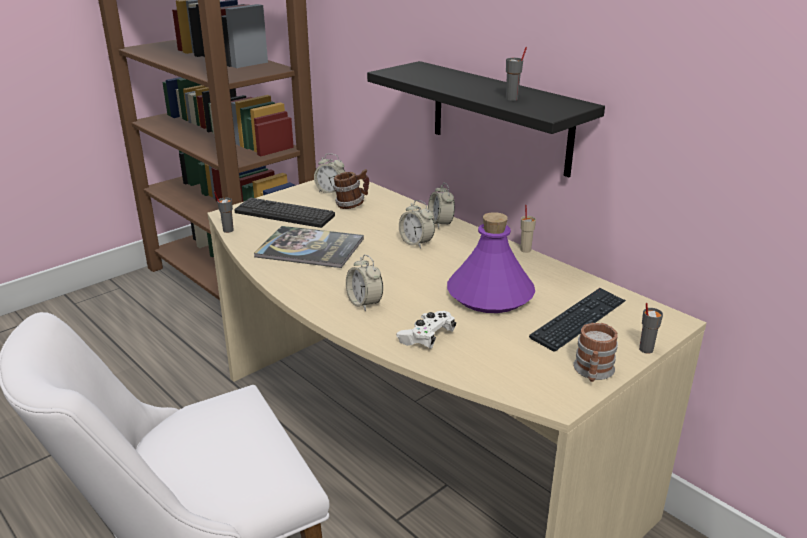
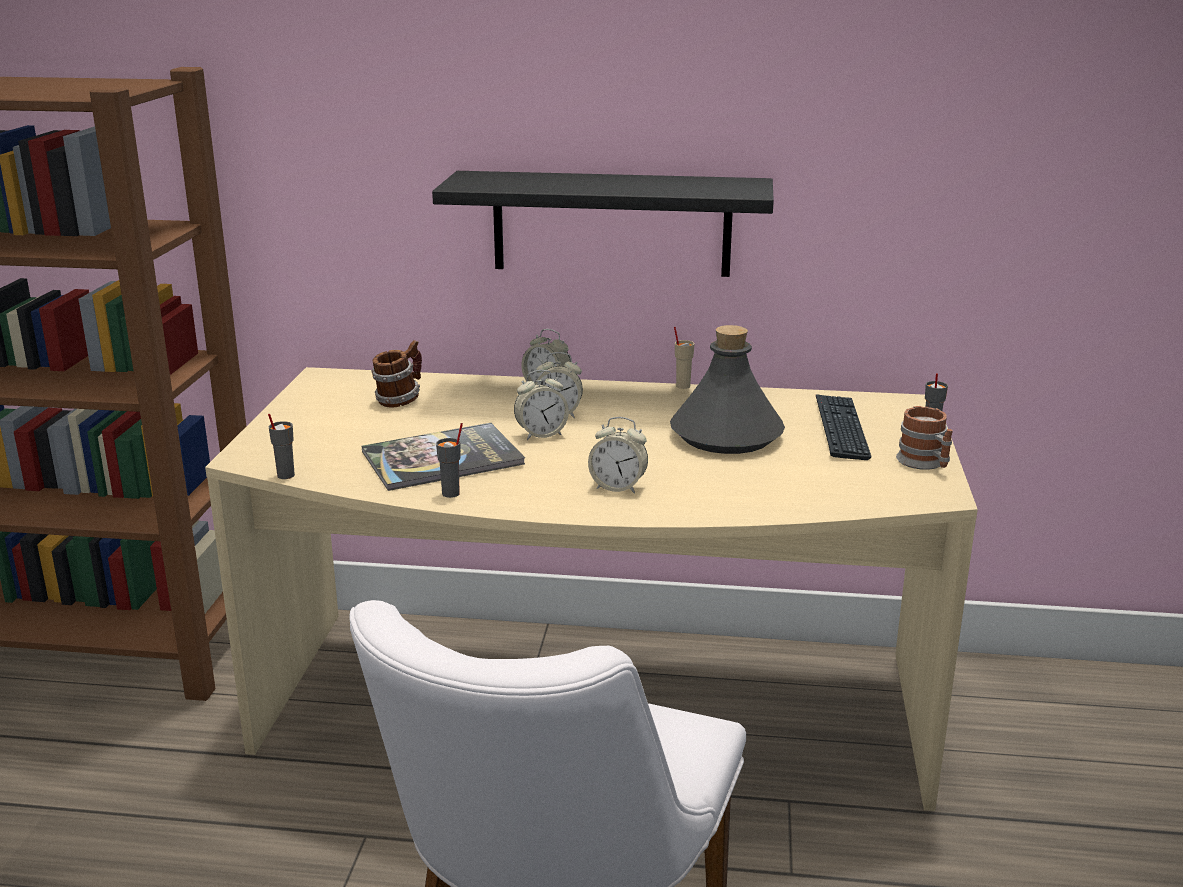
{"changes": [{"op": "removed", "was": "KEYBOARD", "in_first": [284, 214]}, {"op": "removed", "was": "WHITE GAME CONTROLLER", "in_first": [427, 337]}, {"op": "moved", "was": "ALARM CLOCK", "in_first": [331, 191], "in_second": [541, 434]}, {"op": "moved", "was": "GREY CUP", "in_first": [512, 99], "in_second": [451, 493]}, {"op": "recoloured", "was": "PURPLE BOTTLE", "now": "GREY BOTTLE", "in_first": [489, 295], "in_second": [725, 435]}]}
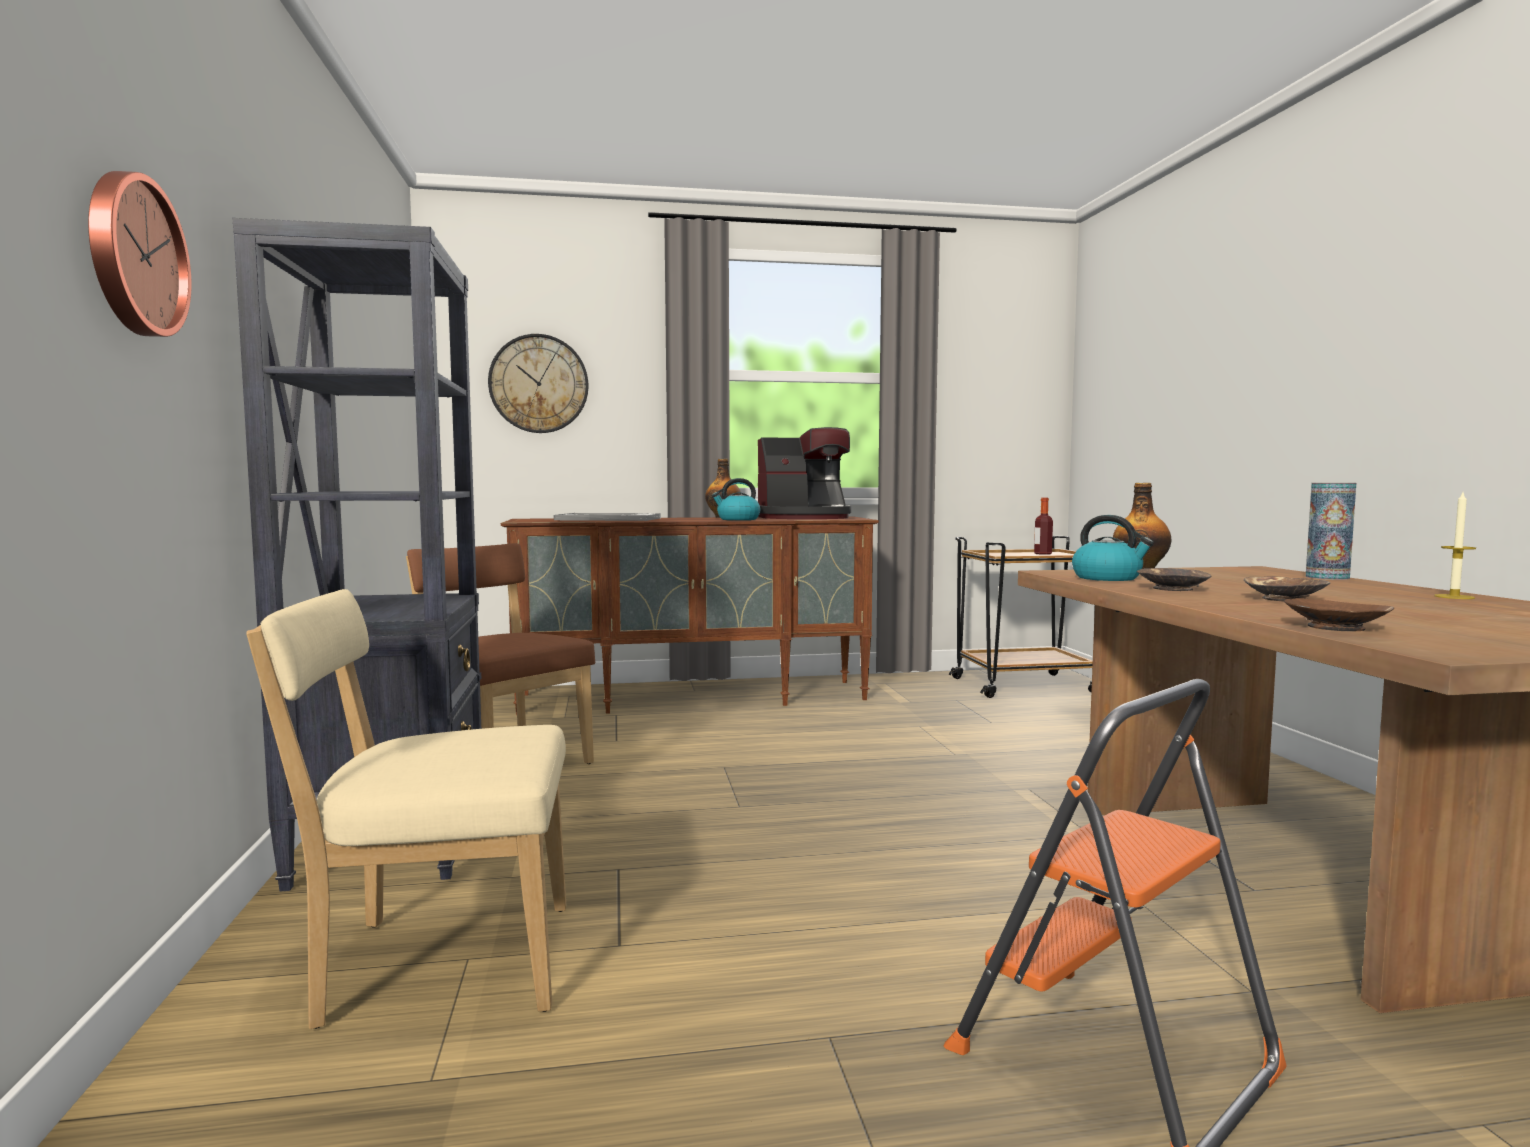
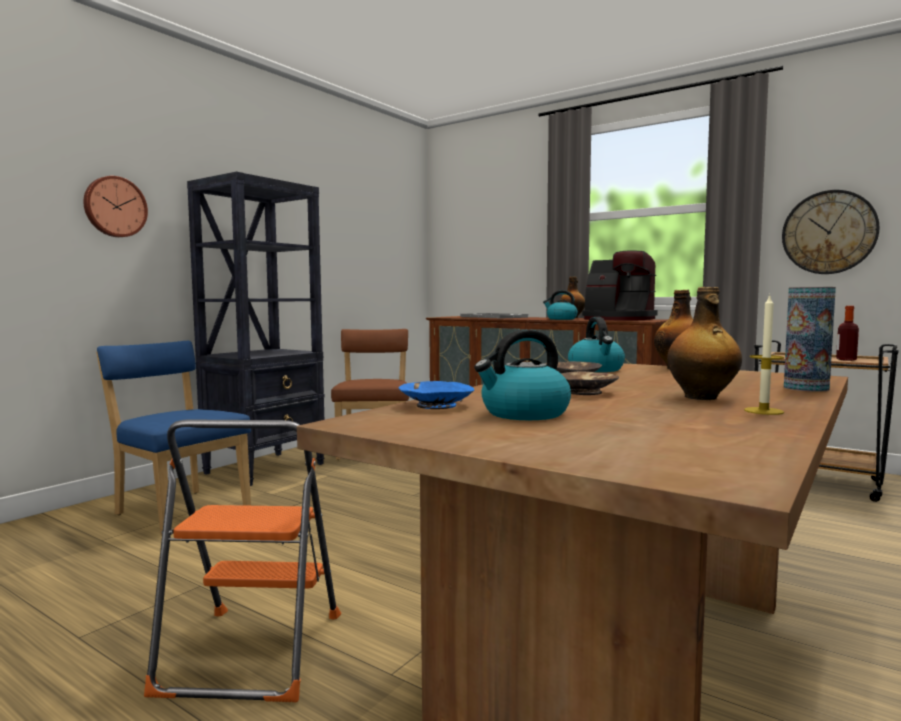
{"changes": [{"op": "added", "now": "KETTLE", "in_second": [524, 414]}, {"op": "added", "now": "BOTTLE", "in_second": [701, 397]}, {"op": "moved", "was": "WALL CLOCK", "in_first": [539, 384], "in_second": [829, 232]}, {"op": "recoloured", "was": "BEIGE CHAIR", "now": "BLUE CHAIR", "in_first": [437, 964], "in_second": [179, 510]}, {"op": "recoloured", "was": "BROWN BOWL", "now": "BLUE BOWL", "in_first": [1336, 627], "in_second": [435, 405]}]}
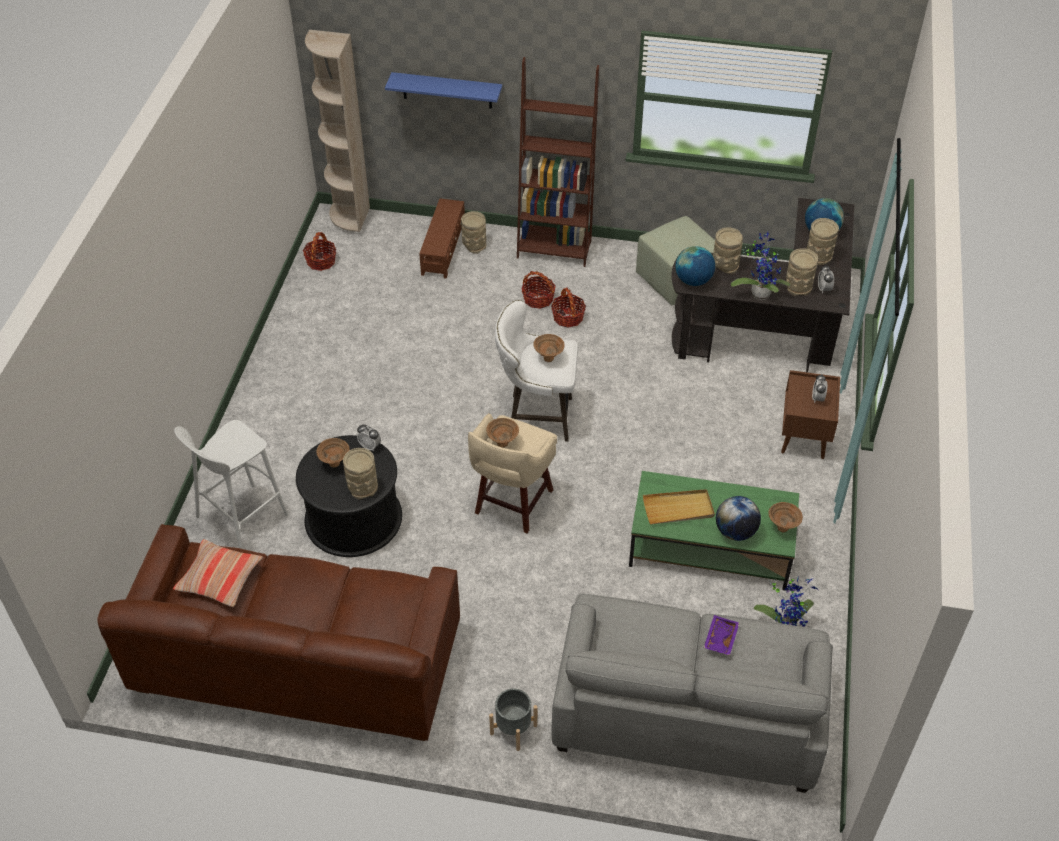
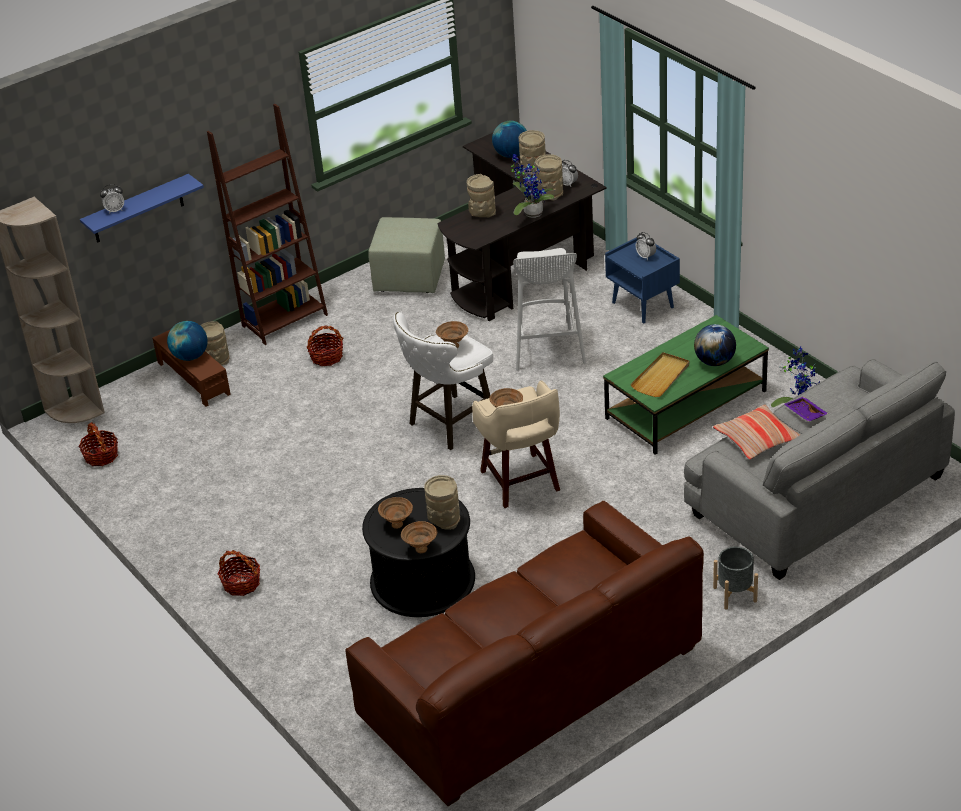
{"changes": [{"op": "moved", "was": "PILLOW", "in_first": [219, 578], "in_second": [756, 439]}, {"op": "moved", "was": "WHITE STOOL", "in_first": [242, 519], "in_second": [548, 350]}, {"op": "moved", "was": "ALARM CLOCK", "in_first": [370, 446], "in_second": [115, 210]}, {"op": "moved", "was": "BASKET", "in_first": [568, 317], "in_second": [241, 584]}, {"op": "moved", "was": "GLOBE", "in_first": [693, 280], "in_second": [190, 356]}, {"op": "moved", "was": "BROWN BOWL", "in_first": [782, 527], "in_second": [420, 549]}, {"op": "recoloured", "was": "BROWN NIGHTSTAND", "now": "BLUE NIGHTSTAND", "in_first": [804, 438], "in_second": [643, 305]}]}
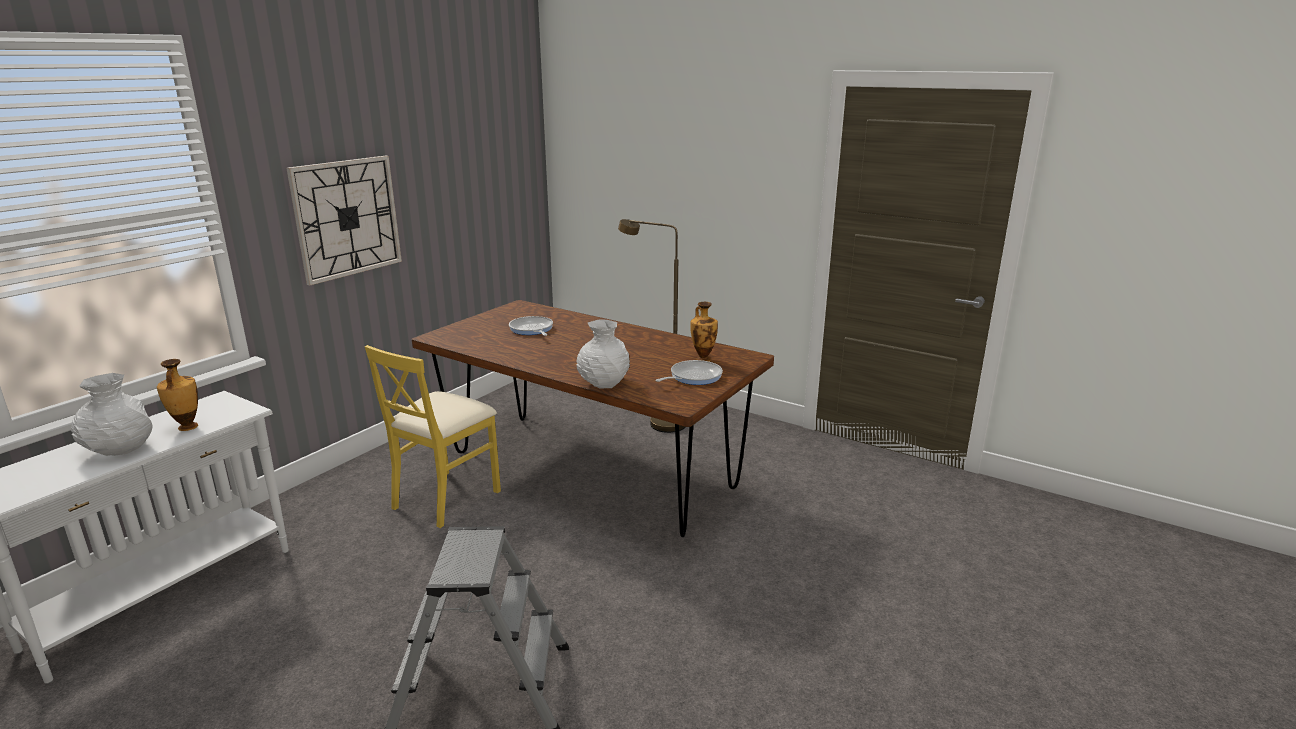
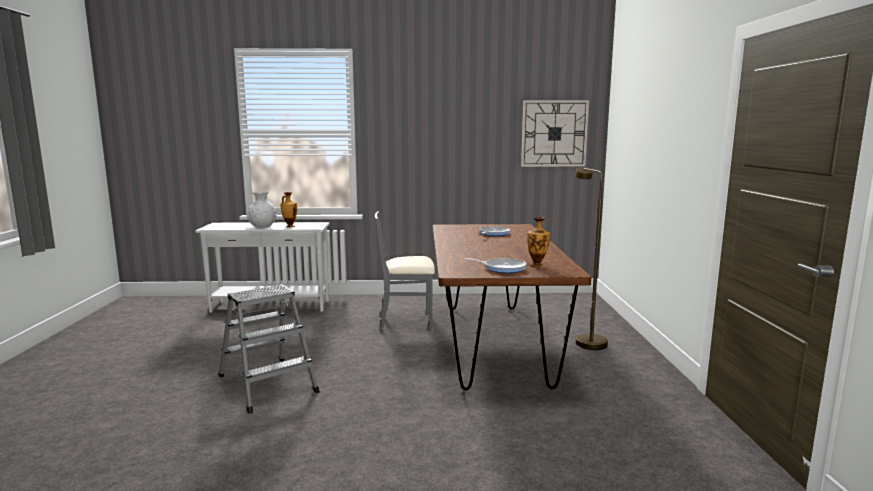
{"changes": [{"op": "removed", "was": "WHITE VASE", "in_first": [603, 382]}, {"op": "moved", "was": "WALL CLOCK", "in_first": [347, 218], "in_second": [554, 133]}, {"op": "recoloured", "was": "YELLOW CHAIR", "now": "GREY CHAIR", "in_first": [446, 498], "in_second": [406, 321]}]}
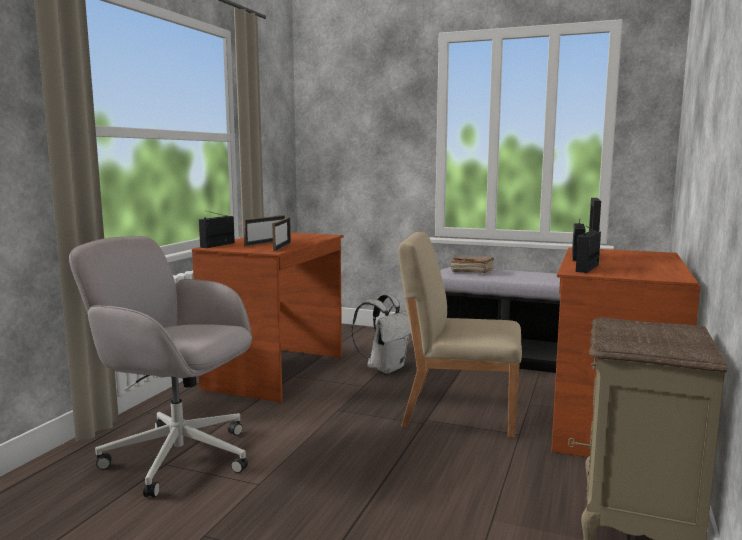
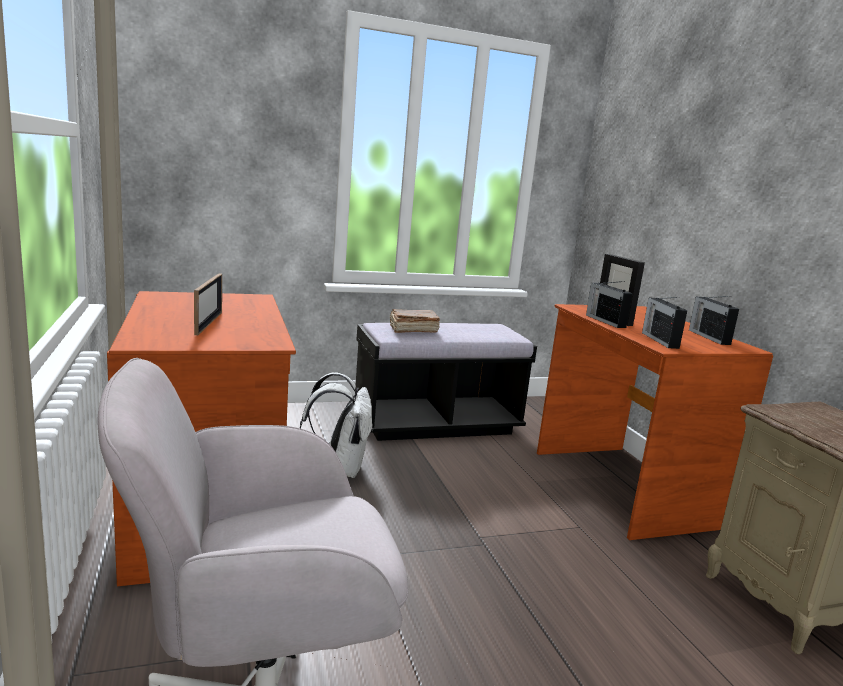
{"changes": [{"op": "removed", "was": "PICTURE FRAME", "in_first": [282, 247]}, {"op": "removed", "was": "BEIGE CHAIR", "in_first": [458, 411]}, {"op": "moved", "was": "RADIO", "in_first": [218, 245], "in_second": [708, 337]}]}
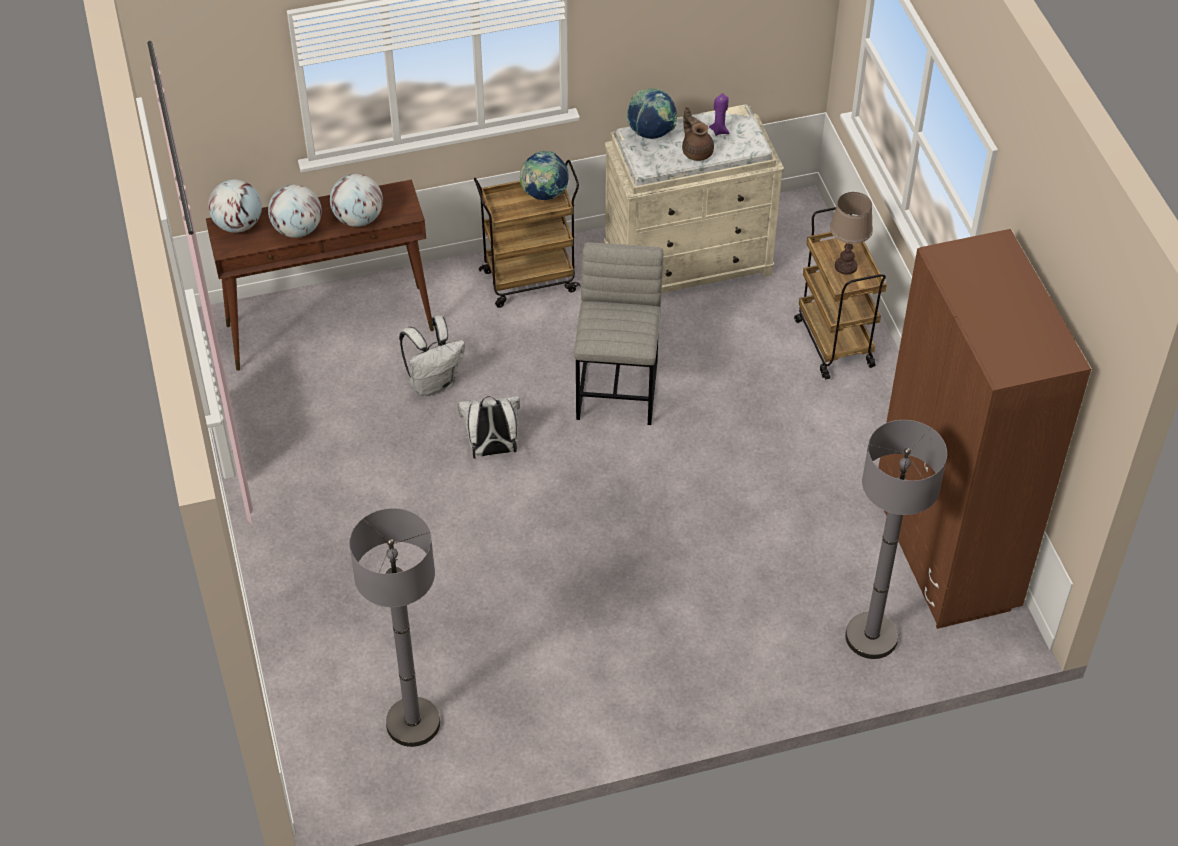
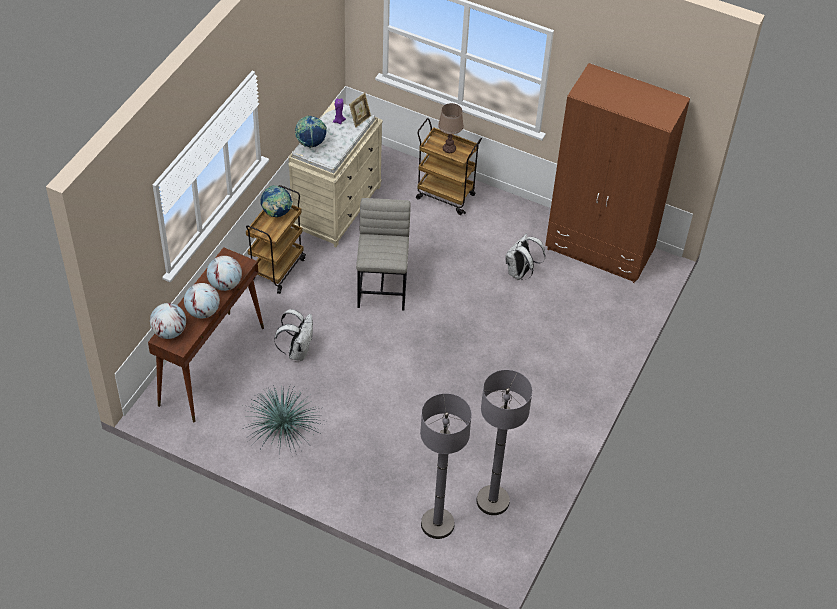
{"changes": [{"op": "removed", "was": "BROWN TEAPOT", "in_first": [696, 151]}, {"op": "added", "now": "POTTED PLANT", "in_second": [282, 427]}, {"op": "added", "now": "PICTURE FRAME", "in_second": [360, 119]}, {"op": "moved", "was": "WHITE BACKPACK", "in_first": [492, 450], "in_second": [520, 273]}, {"op": "moved", "was": "GREY FLOOR LAMP", "in_first": [871, 637], "in_second": [437, 524]}, {"op": "turned", "was": "GREY CHAIR", "in_first": [617, 388], "in_second": [382, 287], "clockwise": 45}]}
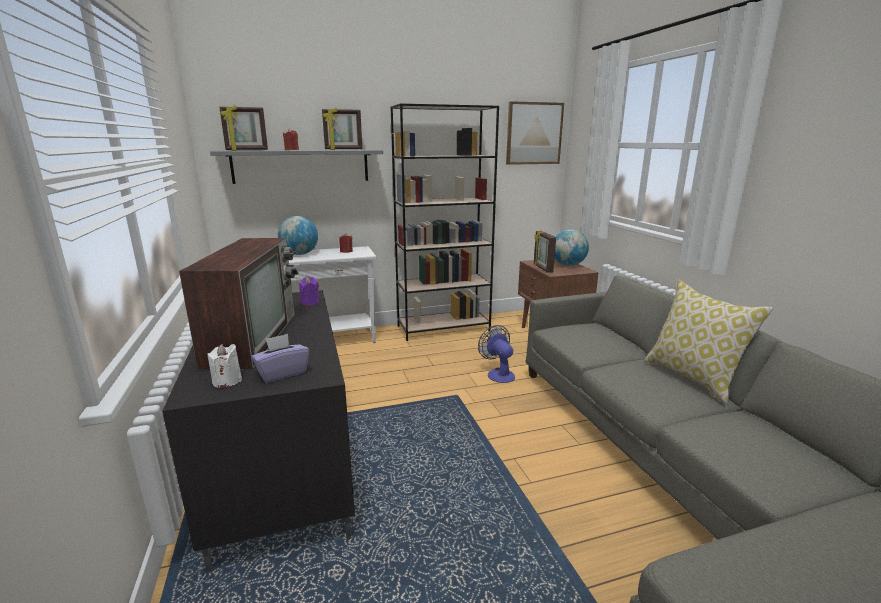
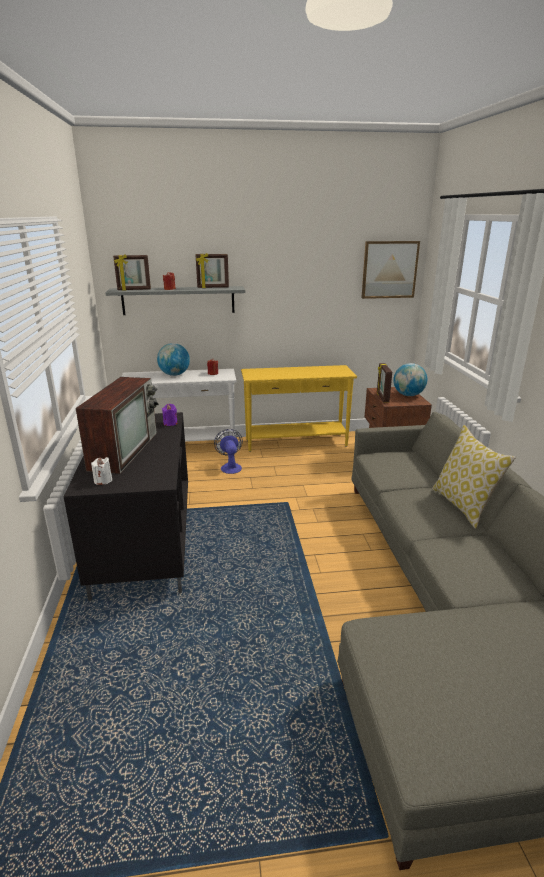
{"changes": [{"op": "removed", "was": "PURPLE TISSUE BOX", "in_first": [282, 373]}, {"op": "moved", "was": "FAN", "in_first": [498, 373], "in_second": [230, 466]}, {"op": "replaced", "was": "BEIGE BOOKCASE", "now": "YELLOW CONSOLE TABLE", "in_first": [443, 328], "in_second": [296, 442]}]}
